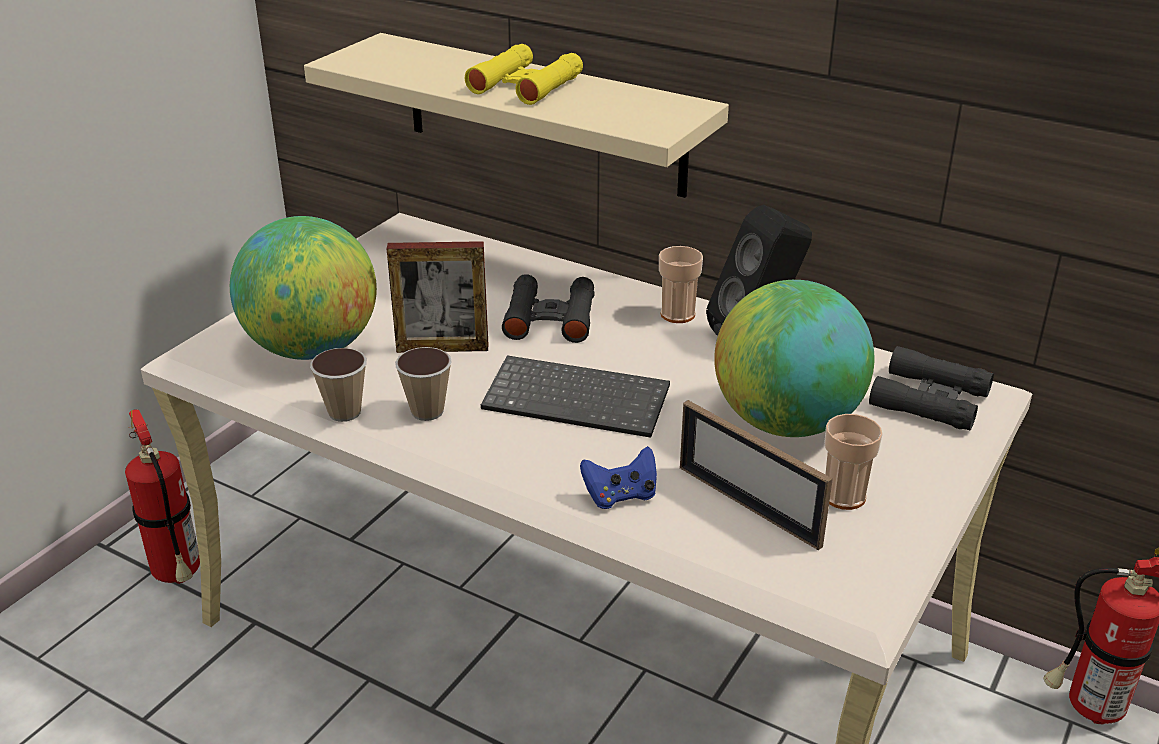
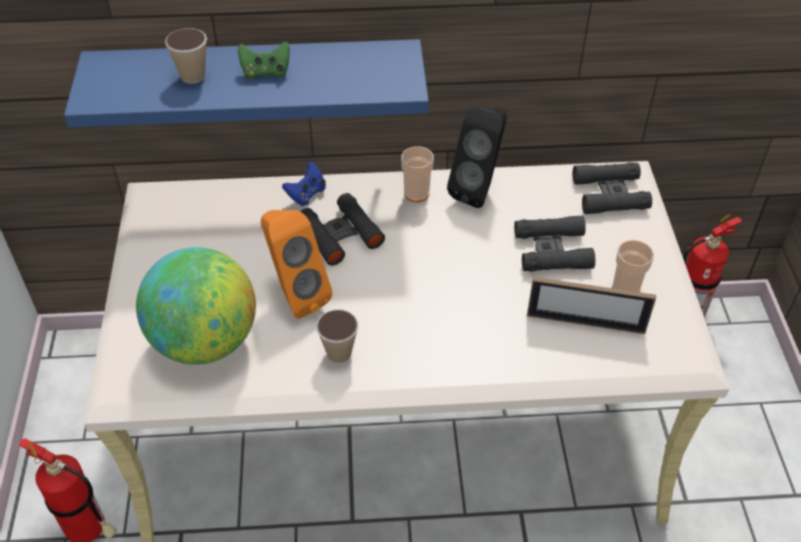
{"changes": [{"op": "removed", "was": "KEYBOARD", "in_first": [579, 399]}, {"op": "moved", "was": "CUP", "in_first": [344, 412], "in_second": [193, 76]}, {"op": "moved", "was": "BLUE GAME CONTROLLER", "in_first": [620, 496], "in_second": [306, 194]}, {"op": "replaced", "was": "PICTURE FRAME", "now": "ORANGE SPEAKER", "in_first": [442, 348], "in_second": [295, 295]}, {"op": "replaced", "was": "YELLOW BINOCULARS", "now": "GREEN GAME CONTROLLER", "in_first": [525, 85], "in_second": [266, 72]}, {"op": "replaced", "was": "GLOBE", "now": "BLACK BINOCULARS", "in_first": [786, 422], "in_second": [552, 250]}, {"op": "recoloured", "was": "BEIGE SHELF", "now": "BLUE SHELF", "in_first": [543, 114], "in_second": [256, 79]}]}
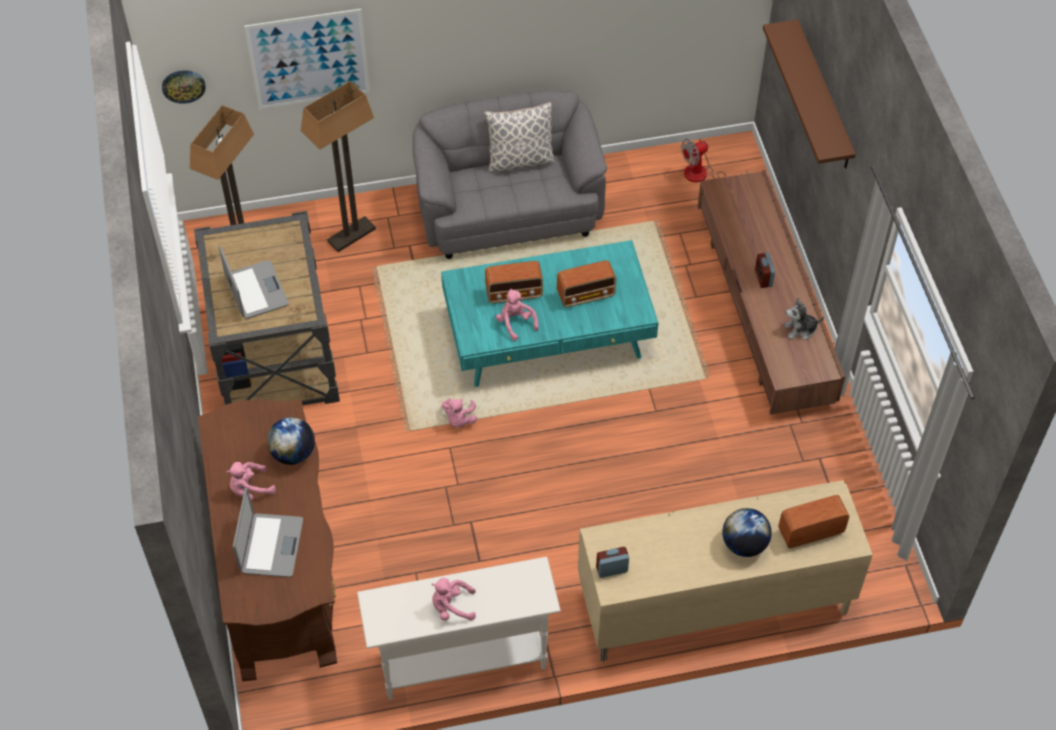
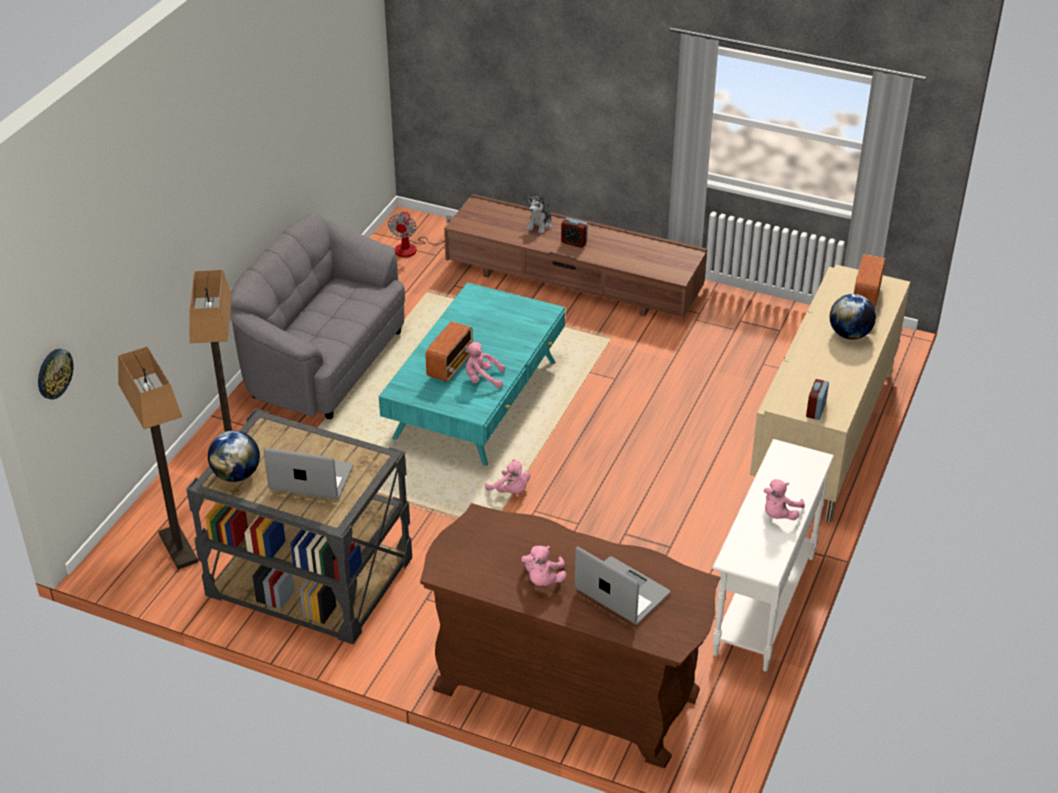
{"changes": [{"op": "removed", "was": "PICTURE", "in_first": [308, 59]}, {"op": "removed", "was": "PILLOW", "in_first": [520, 159]}, {"op": "removed", "was": "RADIO", "in_first": [586, 295]}, {"op": "removed", "was": "BROWN SHELF", "in_first": [823, 96]}, {"op": "moved", "was": "GLOBE", "in_first": [293, 453], "in_second": [236, 474]}, {"op": "moved", "was": "PLUSH TOY", "in_first": [800, 329], "in_second": [540, 225]}]}
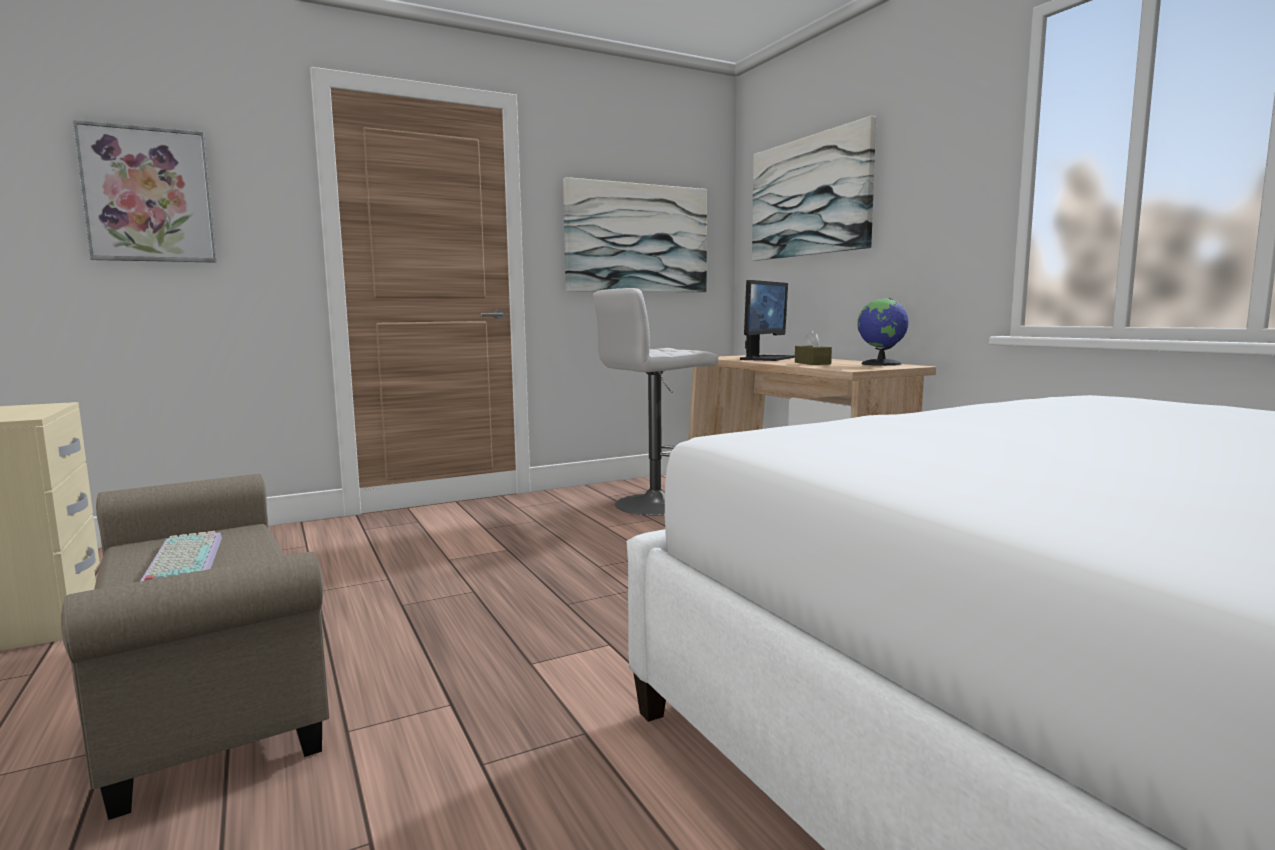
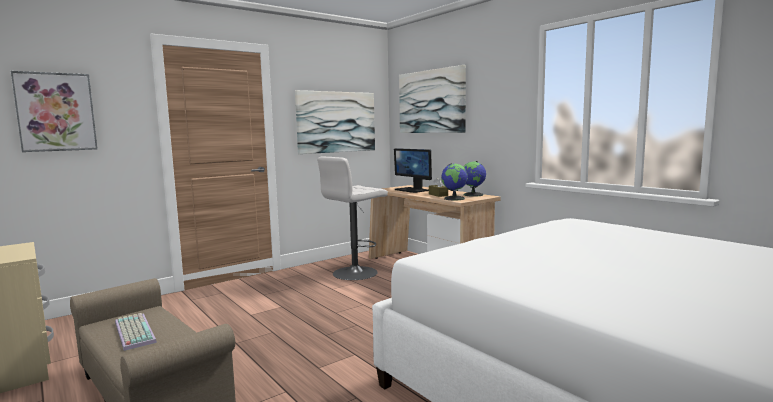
{"changes": [{"op": "added", "now": "GLOBE", "in_second": [454, 198]}, {"op": "turned", "was": "MONITOR", "in_first": [766, 358], "in_second": [412, 190], "clockwise": 120}]}
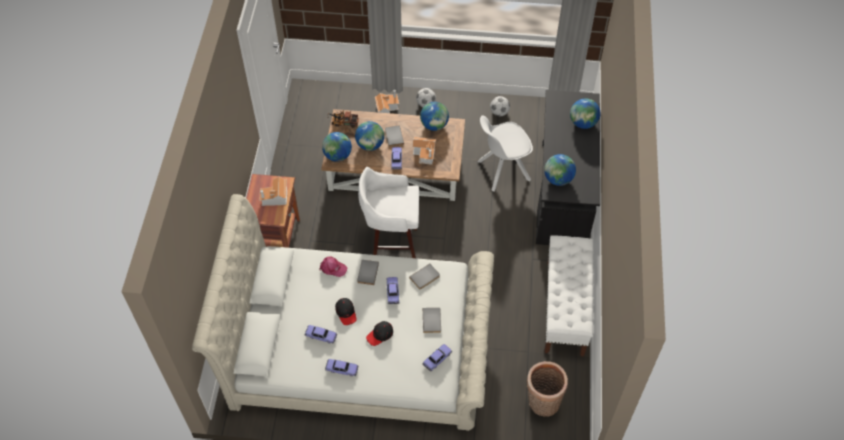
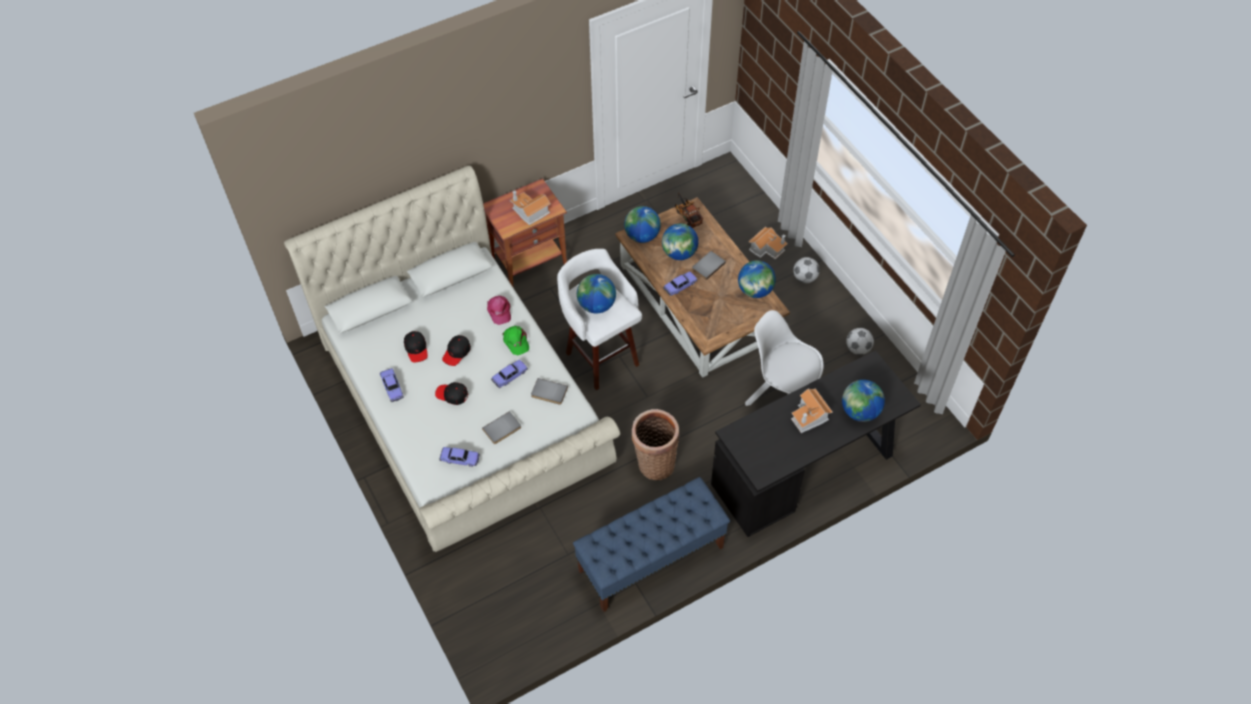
{"changes": [{"op": "moved", "was": "TOY HOUSE", "in_first": [425, 154], "in_second": [809, 417]}, {"op": "moved", "was": "BASKET", "in_first": [542, 403], "in_second": [654, 462]}, {"op": "moved", "was": "GLOBE", "in_first": [558, 179], "in_second": [596, 305]}, {"op": "replaced", "was": "TOY CAR", "now": "BLACK CAP", "in_first": [321, 336], "in_second": [416, 349]}, {"op": "replaced", "was": "GREY BOOK", "now": "GREEN CAP", "in_first": [367, 273], "in_second": [516, 341]}, {"op": "recoloured", "was": "WHITE BENCH", "now": "BLUE BENCH", "in_first": [565, 308], "in_second": [650, 559]}]}
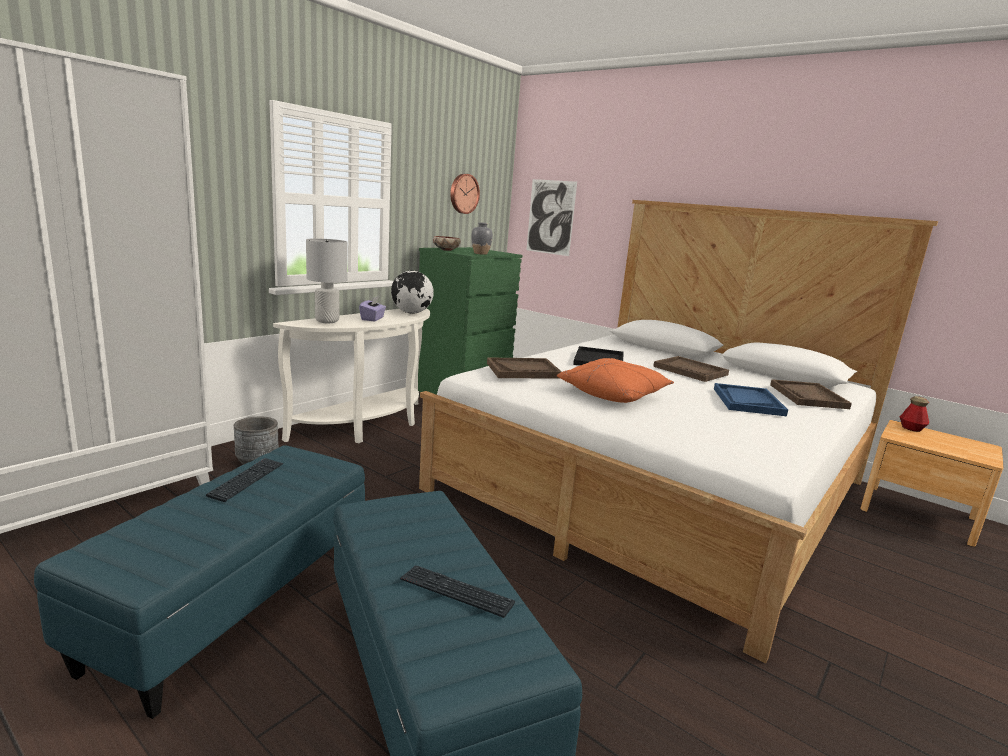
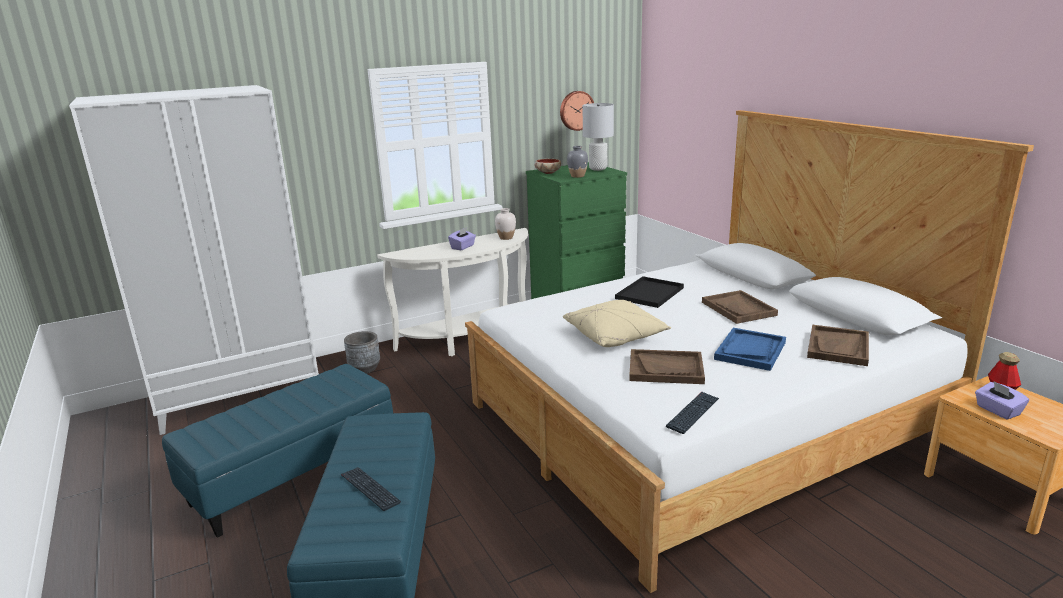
{"changes": [{"op": "removed", "was": "PICTURE", "in_first": [550, 217]}, {"op": "added", "now": "PURPLE TISSUE BOX", "in_second": [997, 411]}, {"op": "moved", "was": "KEYBOARD", "in_first": [247, 480], "in_second": [693, 413]}, {"op": "moved", "was": "GREY TABLE LAMP", "in_first": [327, 322], "in_second": [598, 169]}, {"op": "moved", "was": "BROWN TRAY", "in_first": [523, 370], "in_second": [666, 369]}, {"op": "replaced", "was": "GLOBE", "now": "WHITE VASE", "in_first": [411, 313], "in_second": [506, 238]}, {"op": "recoloured", "was": "ORANGE PILLOW", "now": "BEIGE PILLOW", "in_first": [613, 394], "in_second": [615, 336]}]}
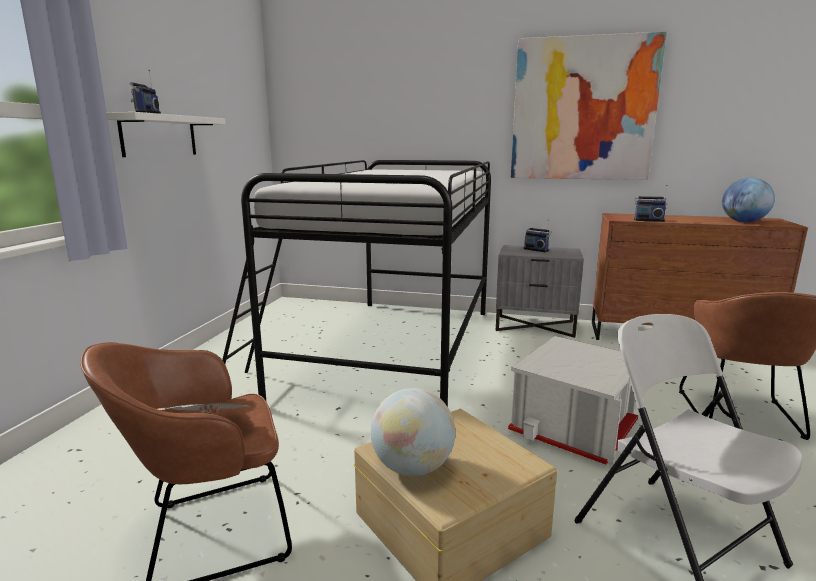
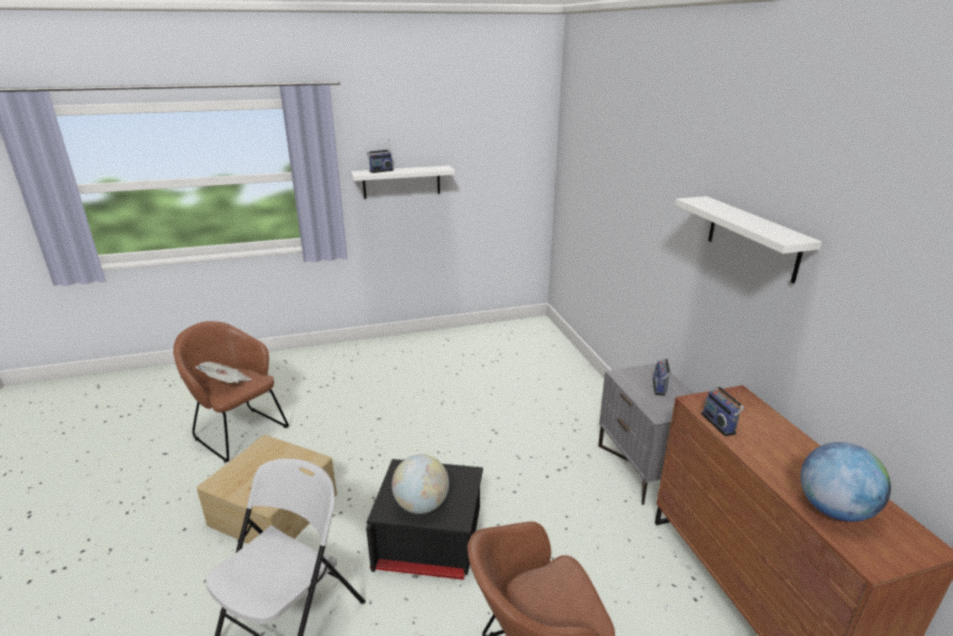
{"changes": [{"op": "removed", "was": "BLACK BED", "in_first": [392, 352]}, {"op": "moved", "was": "GLOBE", "in_first": [413, 468], "in_second": [421, 505]}, {"op": "replaced", "was": "PICTURE", "now": "WHITE SHELF", "in_first": [583, 109], "in_second": [752, 238]}, {"op": "recoloured", "was": "WHITE STORAGE BOX", "now": "BLACK STORAGE BOX", "in_first": [575, 426], "in_second": [429, 542]}]}
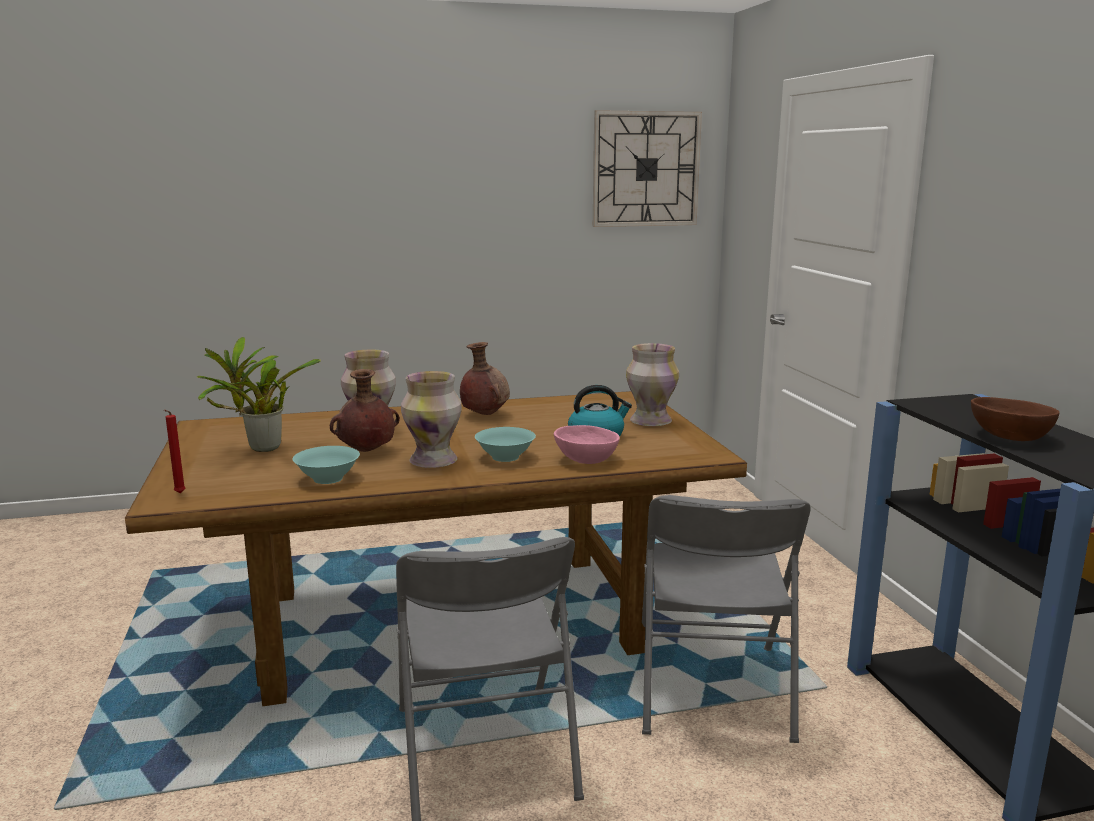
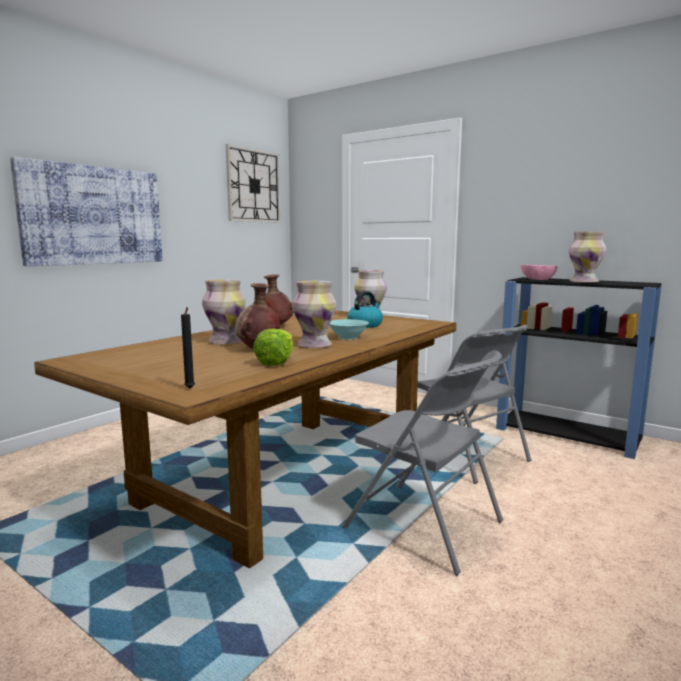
{"changes": [{"op": "removed", "was": "POTTED PLANT", "in_first": [260, 449]}, {"op": "added", "now": "PICTURE", "in_second": [93, 216]}, {"op": "moved", "was": "PINK BOWL", "in_first": [585, 460], "in_second": [538, 280]}, {"op": "replaced", "was": "TURQUOISE BOWL", "now": "LETTUCE", "in_first": [327, 479], "in_second": [276, 362]}, {"op": "replaced", "was": "BROWN BOWL", "now": "VASE", "in_first": [1010, 437], "in_second": [584, 282]}, {"op": "recoloured", "was": "RED CANDLE", "now": "BLACK CANDLE", "in_first": [179, 494], "in_second": [190, 389]}]}
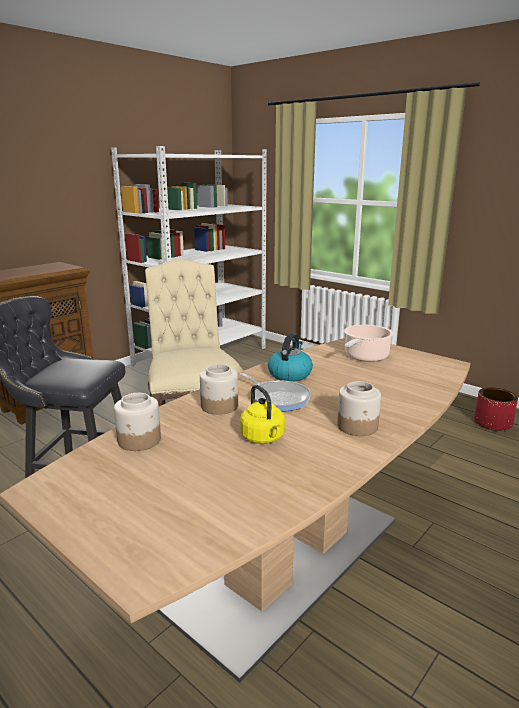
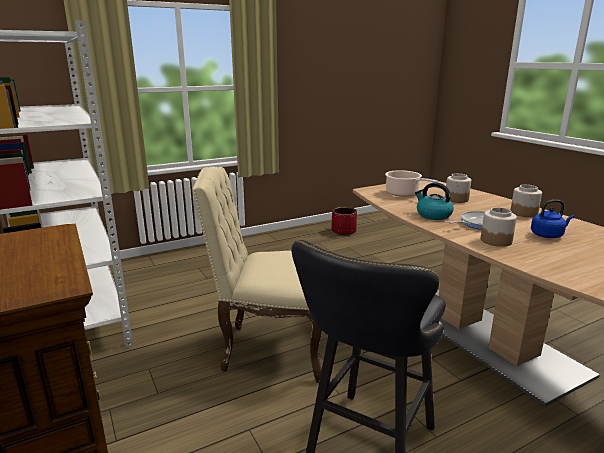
{"changes": [{"op": "moved", "was": "JAR", "in_first": [139, 440], "in_second": [456, 199]}, {"op": "recoloured", "was": "YELLOW KETTLE", "now": "BLUE KETTLE", "in_first": [263, 438], "in_second": [548, 235]}]}
